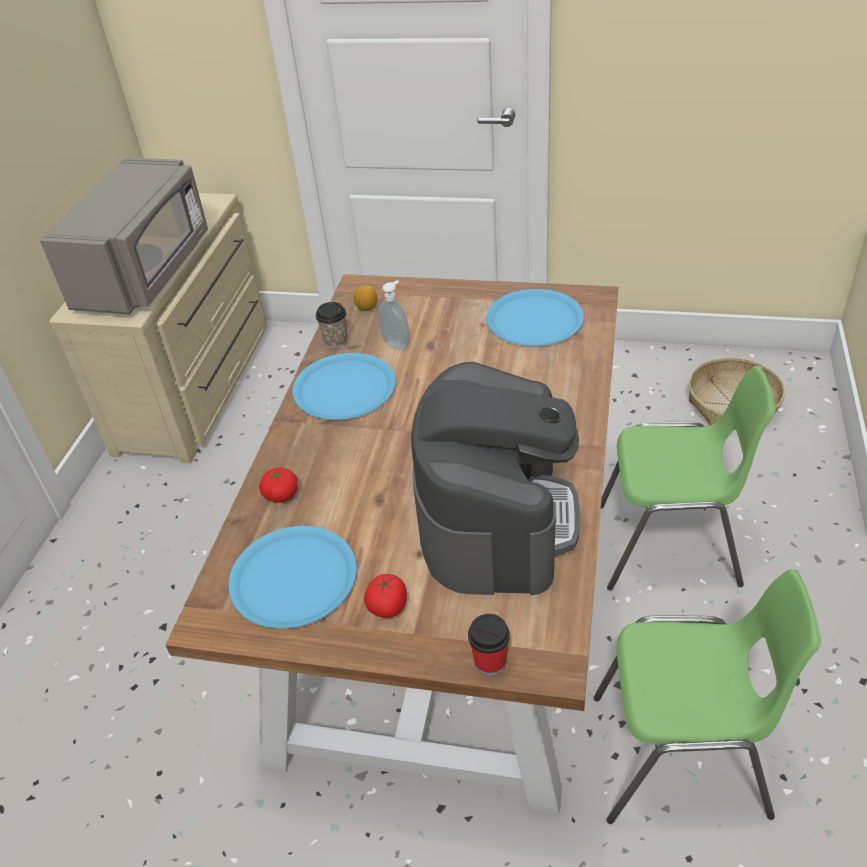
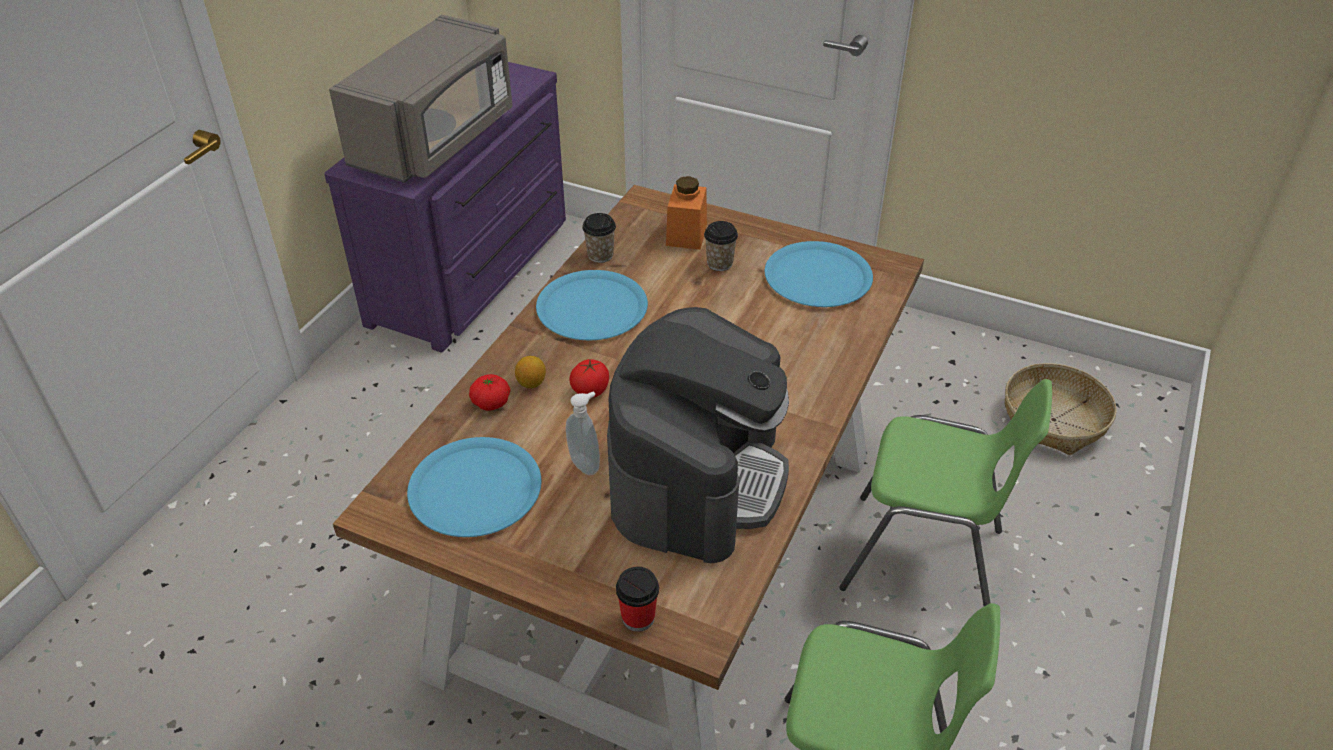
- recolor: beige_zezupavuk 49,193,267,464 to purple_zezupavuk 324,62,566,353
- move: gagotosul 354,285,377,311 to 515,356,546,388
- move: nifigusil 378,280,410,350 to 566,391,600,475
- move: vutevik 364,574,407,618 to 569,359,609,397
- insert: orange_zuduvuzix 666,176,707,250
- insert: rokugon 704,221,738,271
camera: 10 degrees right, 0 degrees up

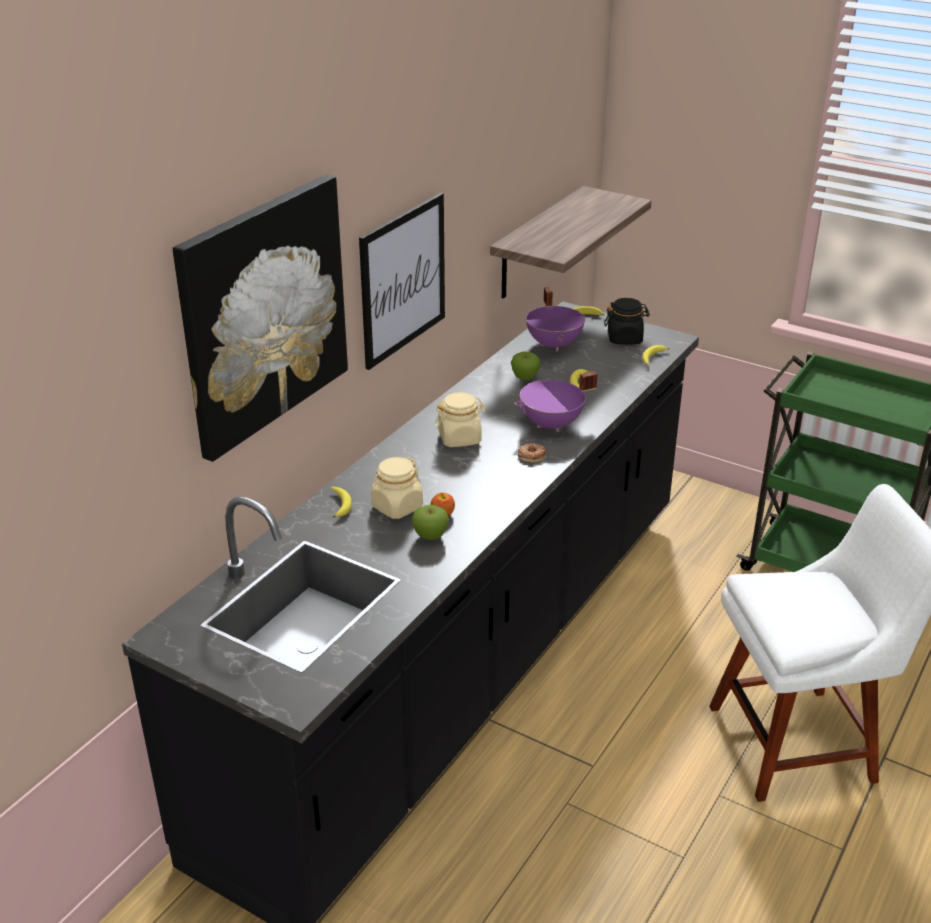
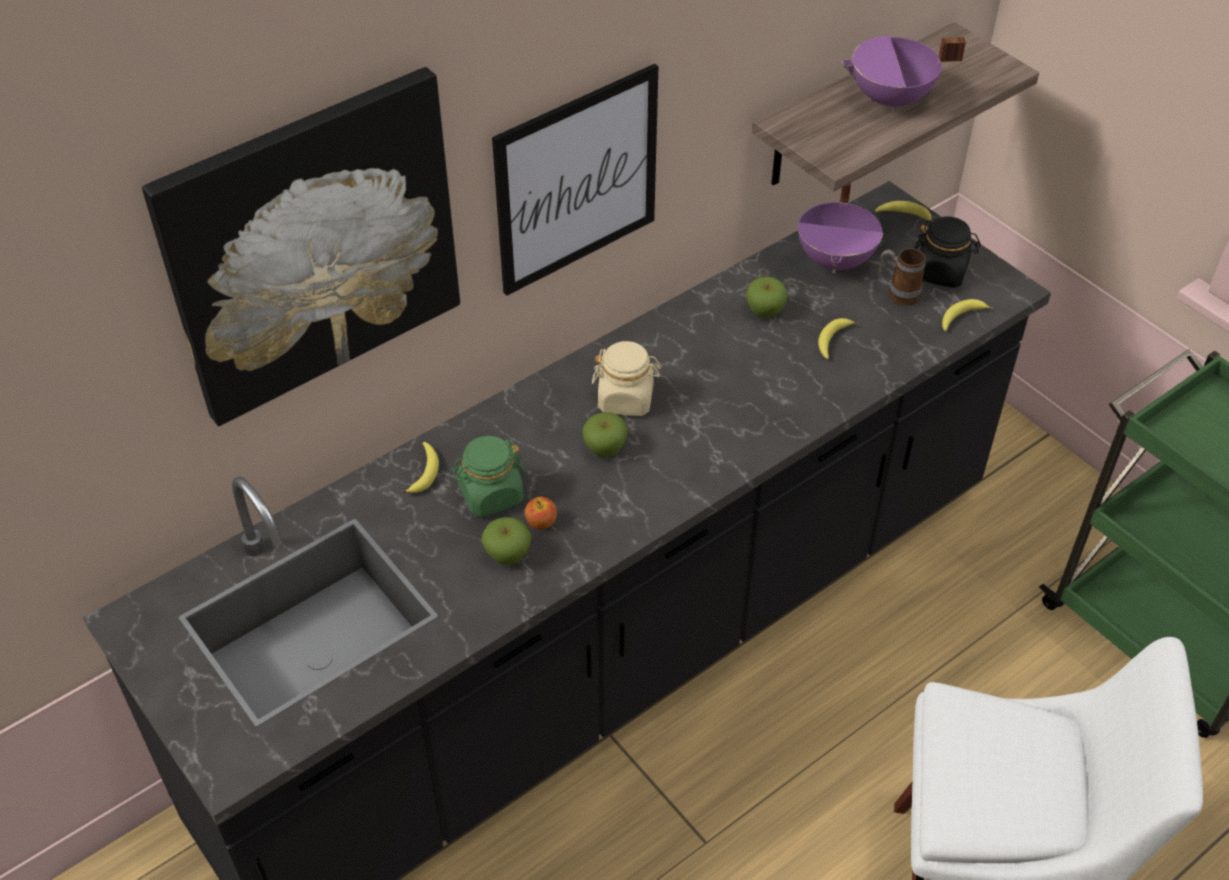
- recolor: beige_zuduvuzix 371,457,423,519 to green_zuduvuzix 451,436,525,517
- insert: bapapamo 582,412,628,457
- move: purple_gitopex 514,371,598,432 to 841,36,966,112
- insert: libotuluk 878,248,926,306
- delete: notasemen 518,443,546,462
camera: 20 degrees right, 15 degrees up

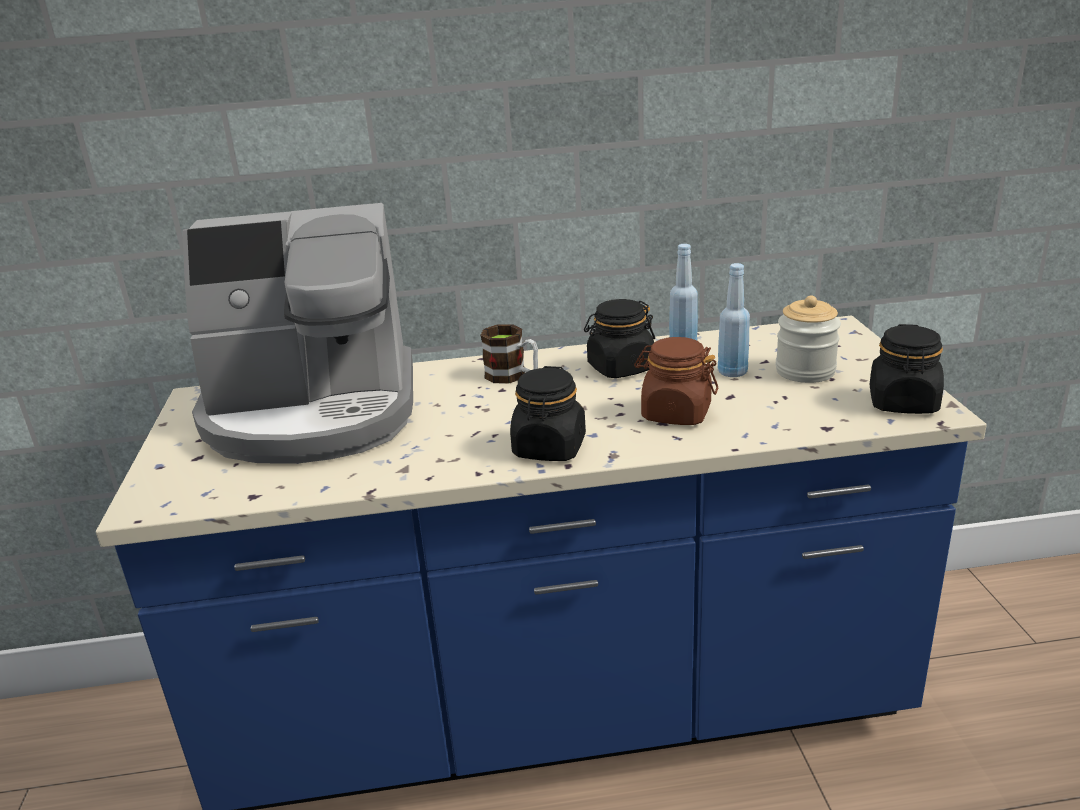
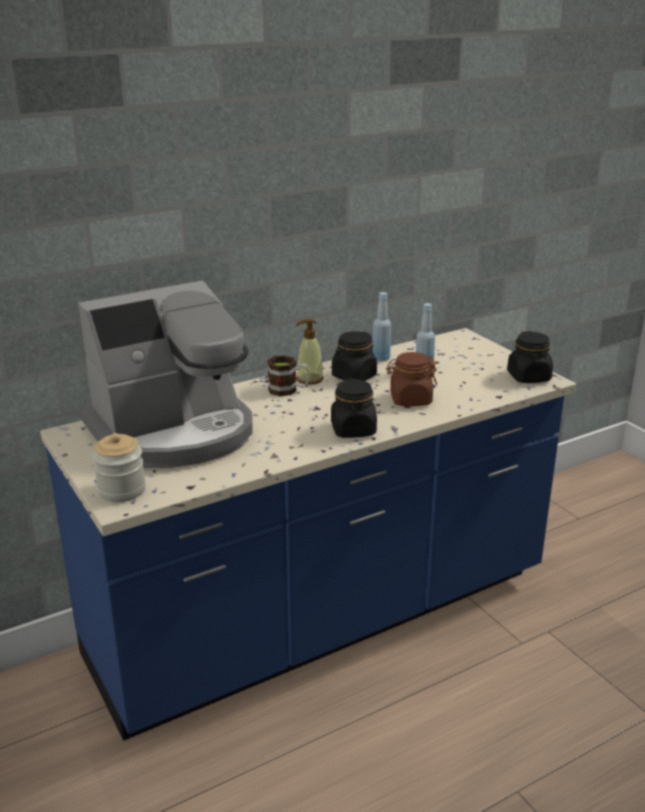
- move: zuduvuzix 776,296,841,383 to 92,433,146,502
- insert: nifigusil 296,319,324,385
camera: 25 degrees left, 0 degrees up

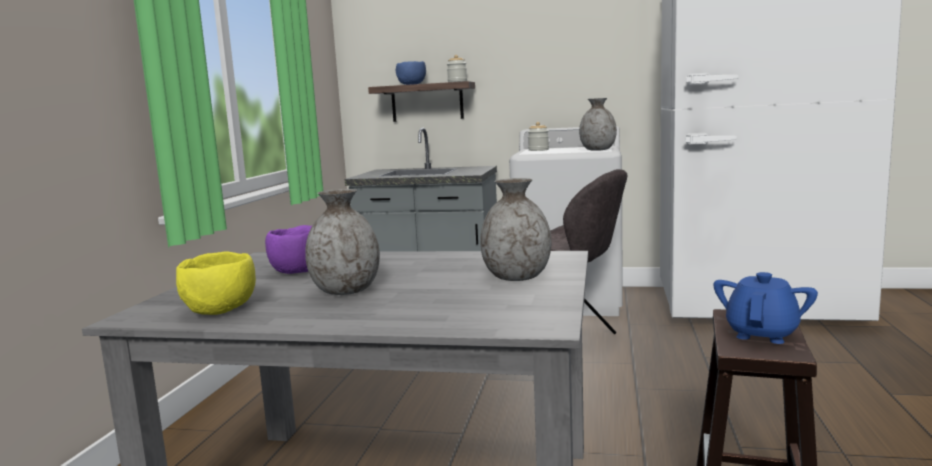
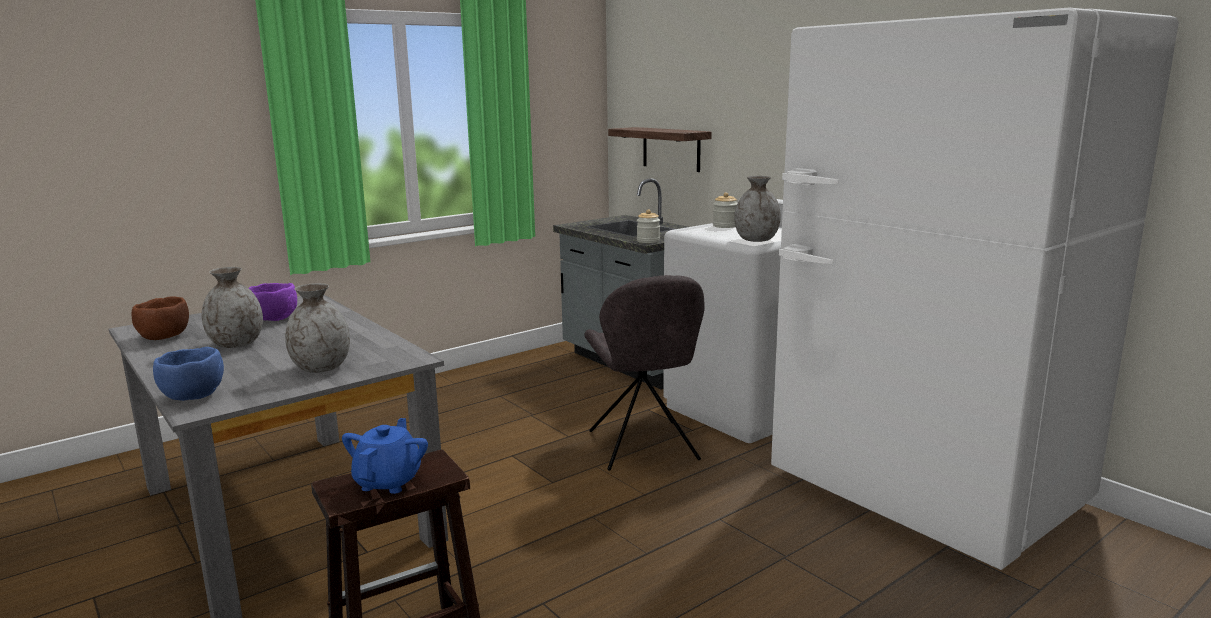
- recolor: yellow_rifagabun 176,251,256,315 to brown_rifagabun 131,296,189,340
- move: blue_rifagabun 396,61,426,85 to 153,347,224,401
- rotate: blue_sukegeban 713,272,818,344 = 342,418,428,494 60 degrees counterclockwise
- move: zuduvuzix 447,55,467,82 to 637,209,660,243
camera: 40 degrees right, 5 degrees up

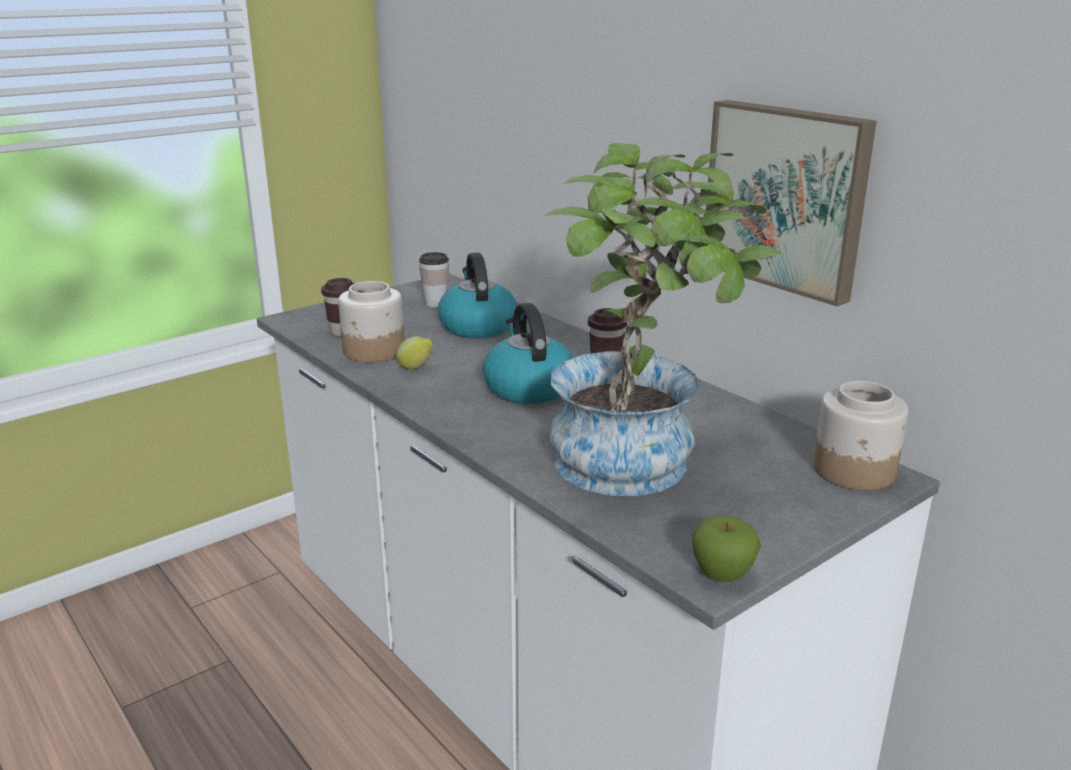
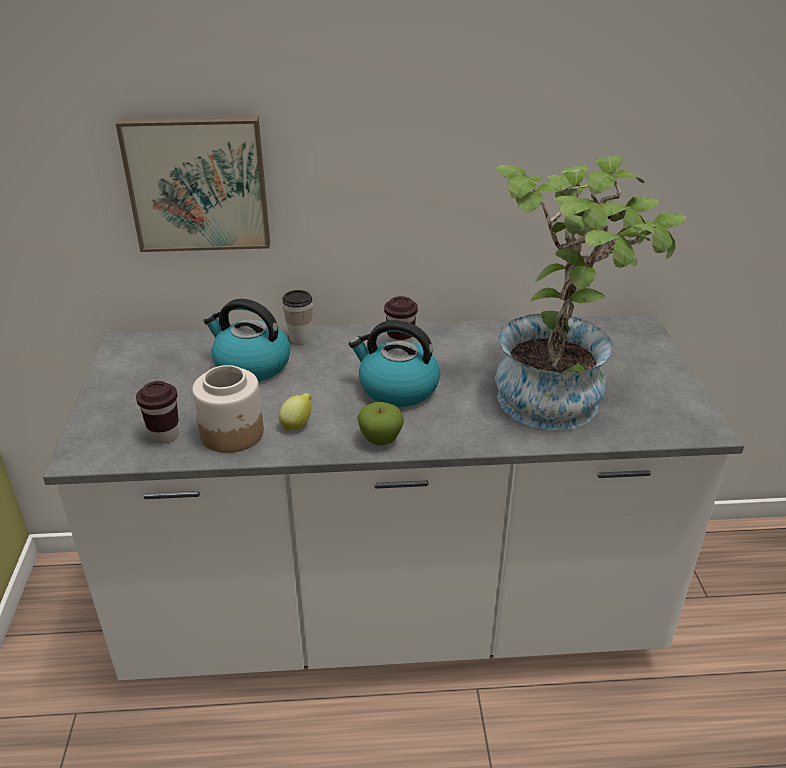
- move: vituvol 706,100,877,306 to 116,116,270,252
- move: rokugon 419,252,449,307 to 282,290,313,345
- move: bapapamo 692,515,761,582 to 357,402,404,446
- delete: zuduvuzix 813,381,908,490
camera: 55 degrees left, 10 degrees up

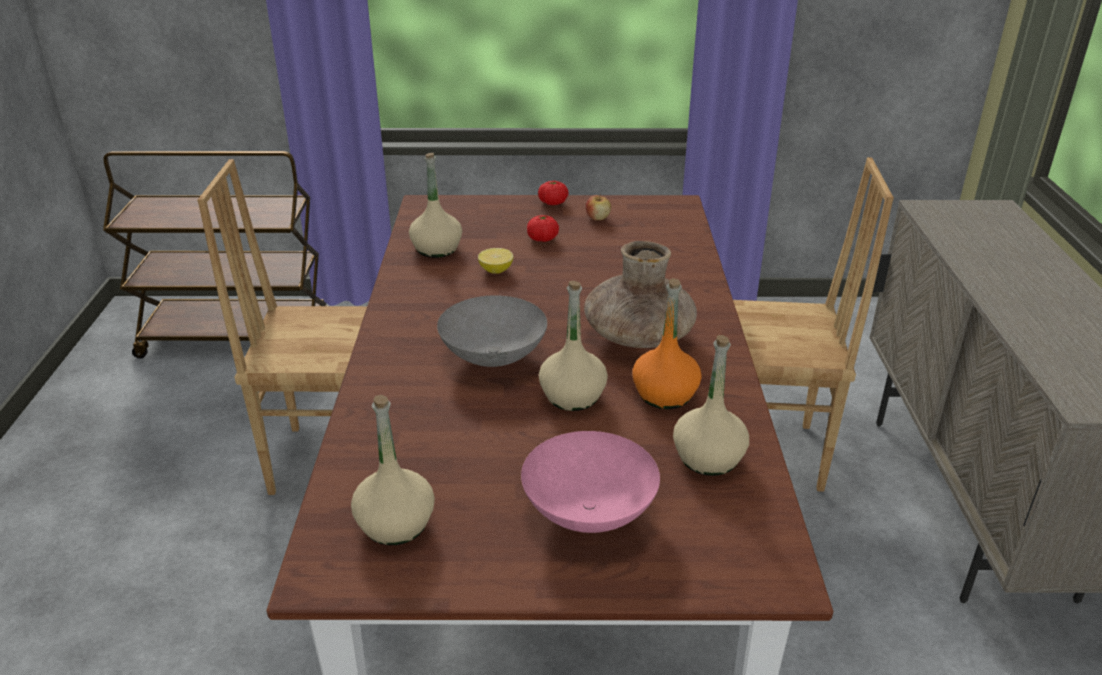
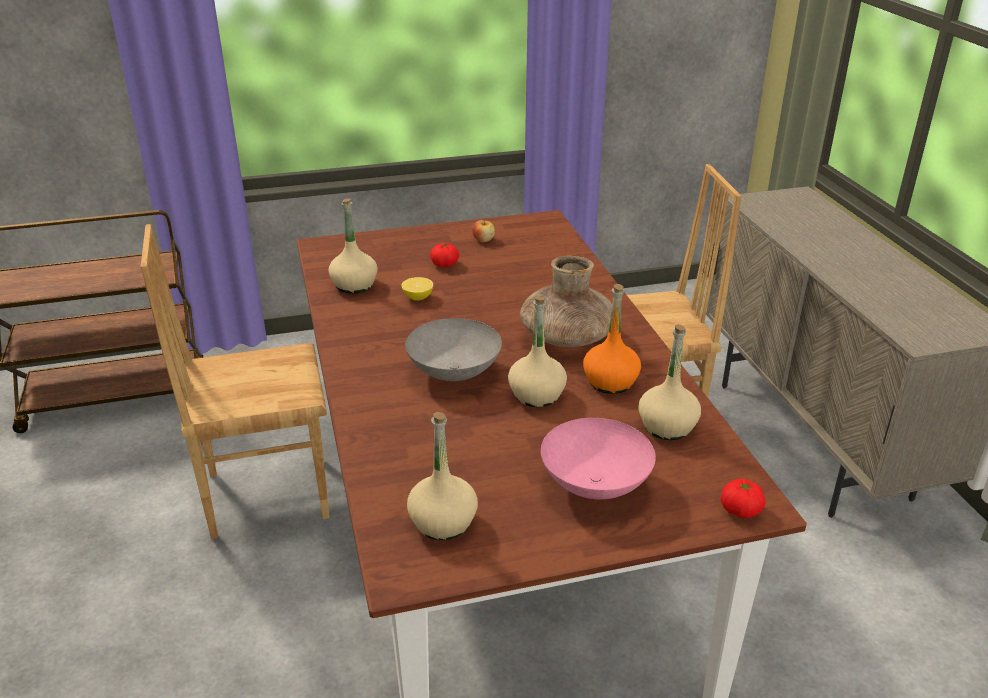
- move: vutevik 538,181,569,205 to 721,479,766,518
camera: 15 degrees left, 0 degrees up

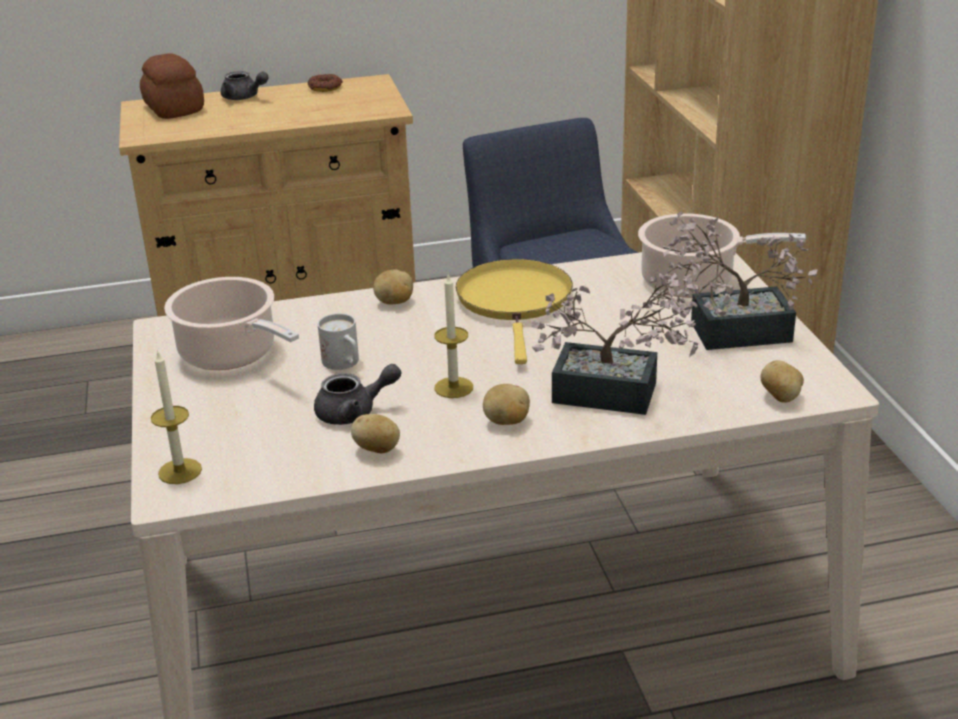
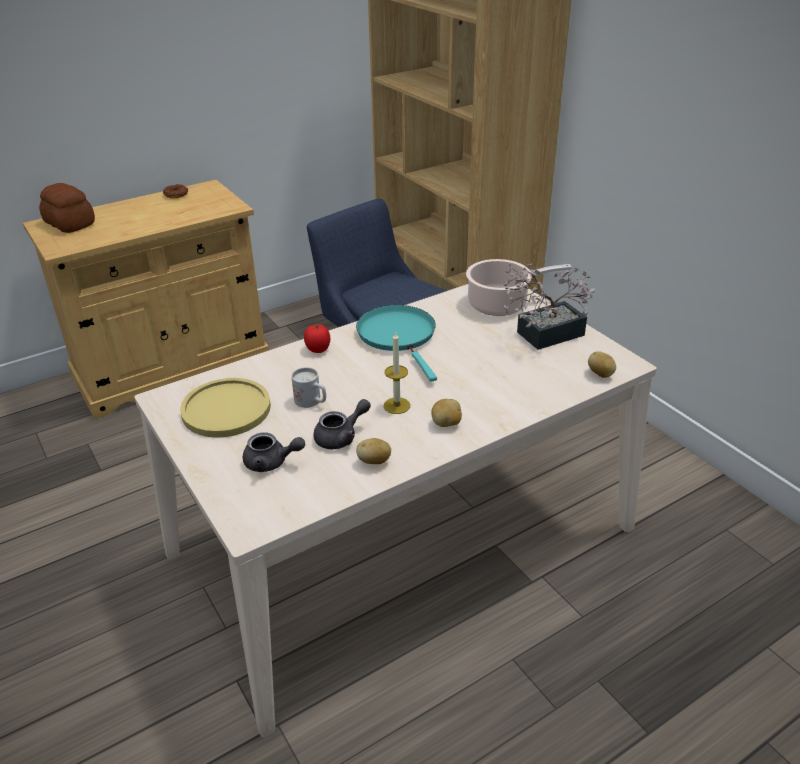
- replace: gitopex 164,277,299,370 to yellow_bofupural 180,378,271,438
- move: grey_sukegeban 221,71,269,100 to 243,432,305,472
- replace: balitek 373,269,413,305 to vutevik 304,324,330,353
- recolor: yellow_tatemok 455,259,573,364 to turquoise_tatemok 356,305,437,382
- delete: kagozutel 151,350,202,484
- delete: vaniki 531,273,698,415
camera: 20 degrees left, 5 degrees up

